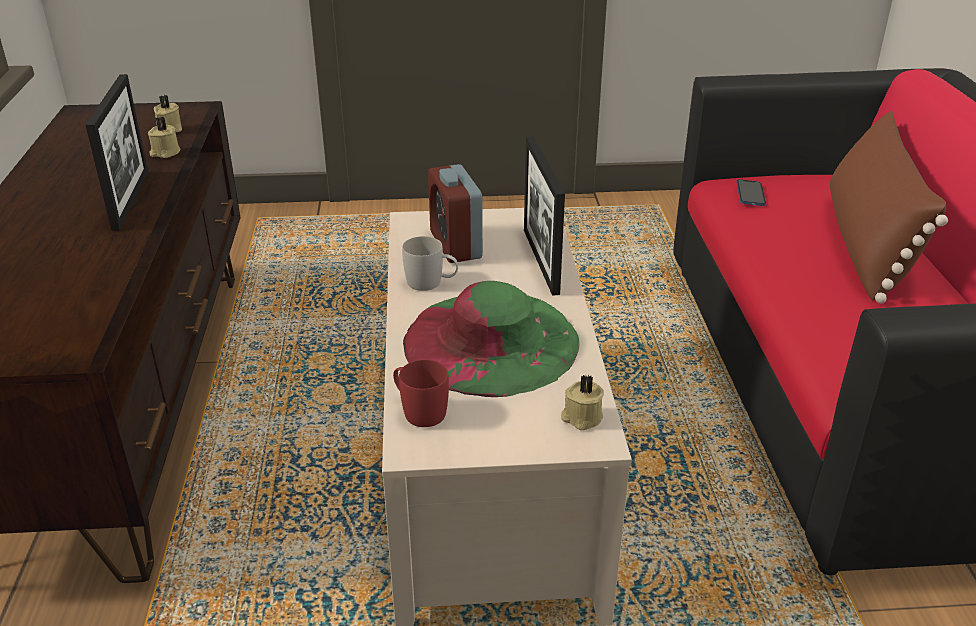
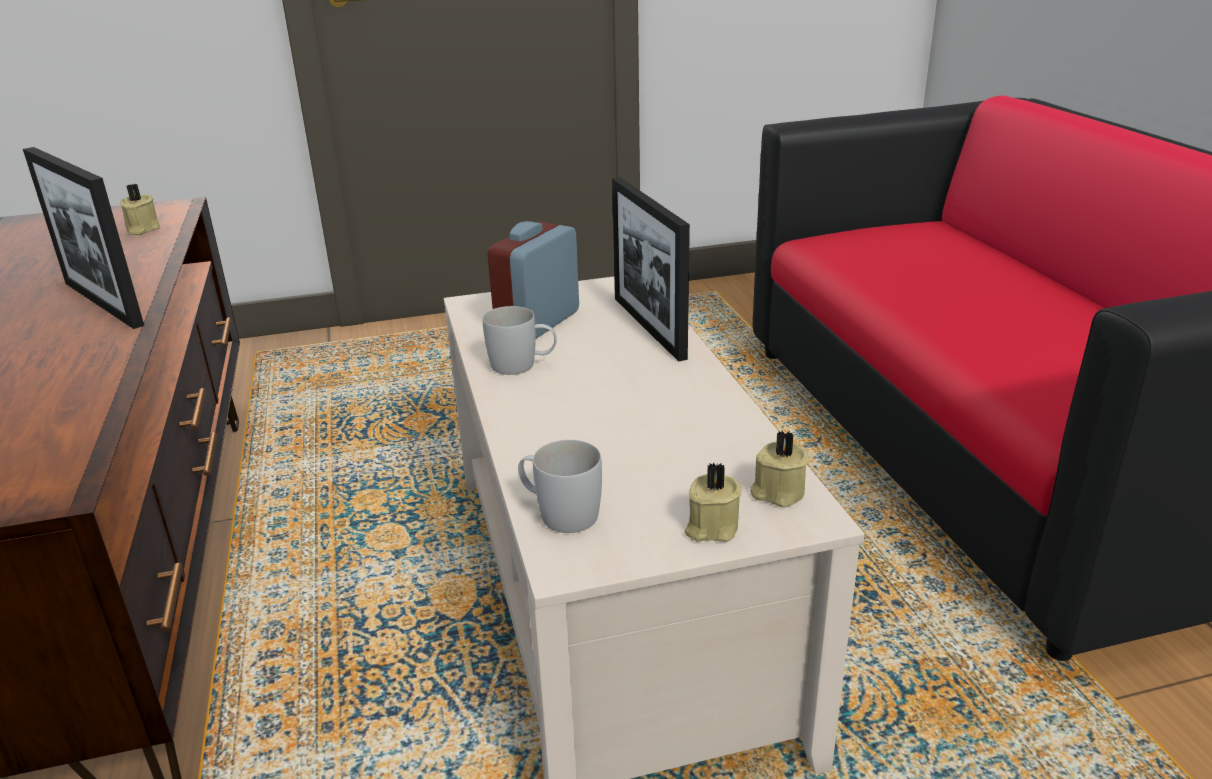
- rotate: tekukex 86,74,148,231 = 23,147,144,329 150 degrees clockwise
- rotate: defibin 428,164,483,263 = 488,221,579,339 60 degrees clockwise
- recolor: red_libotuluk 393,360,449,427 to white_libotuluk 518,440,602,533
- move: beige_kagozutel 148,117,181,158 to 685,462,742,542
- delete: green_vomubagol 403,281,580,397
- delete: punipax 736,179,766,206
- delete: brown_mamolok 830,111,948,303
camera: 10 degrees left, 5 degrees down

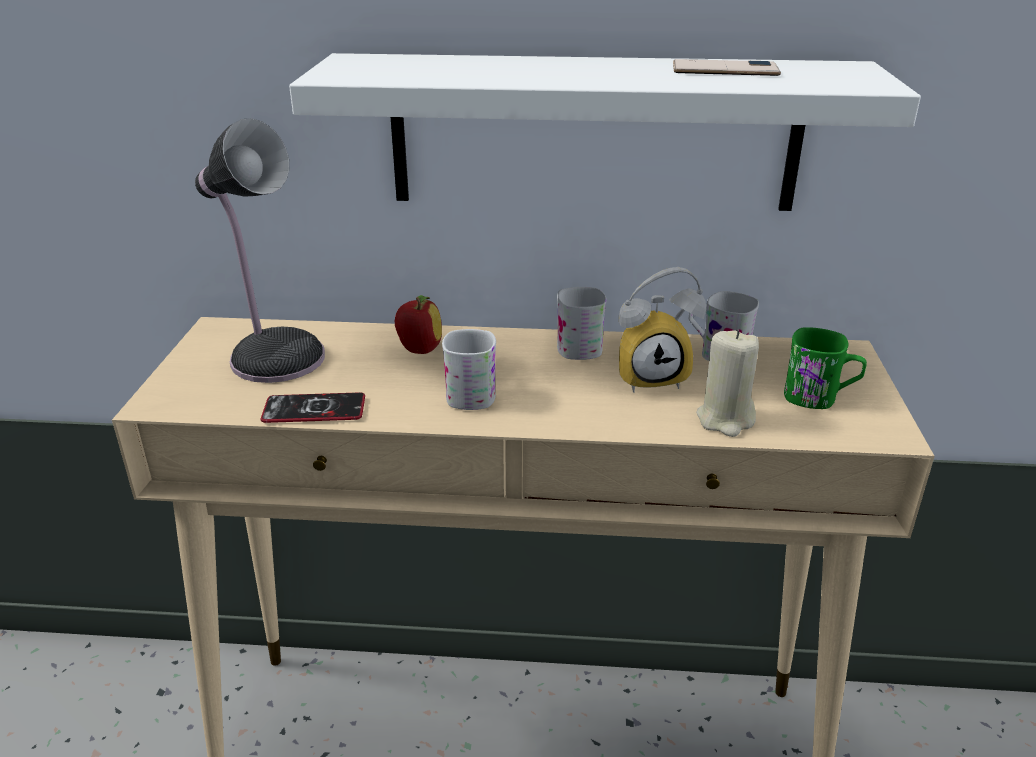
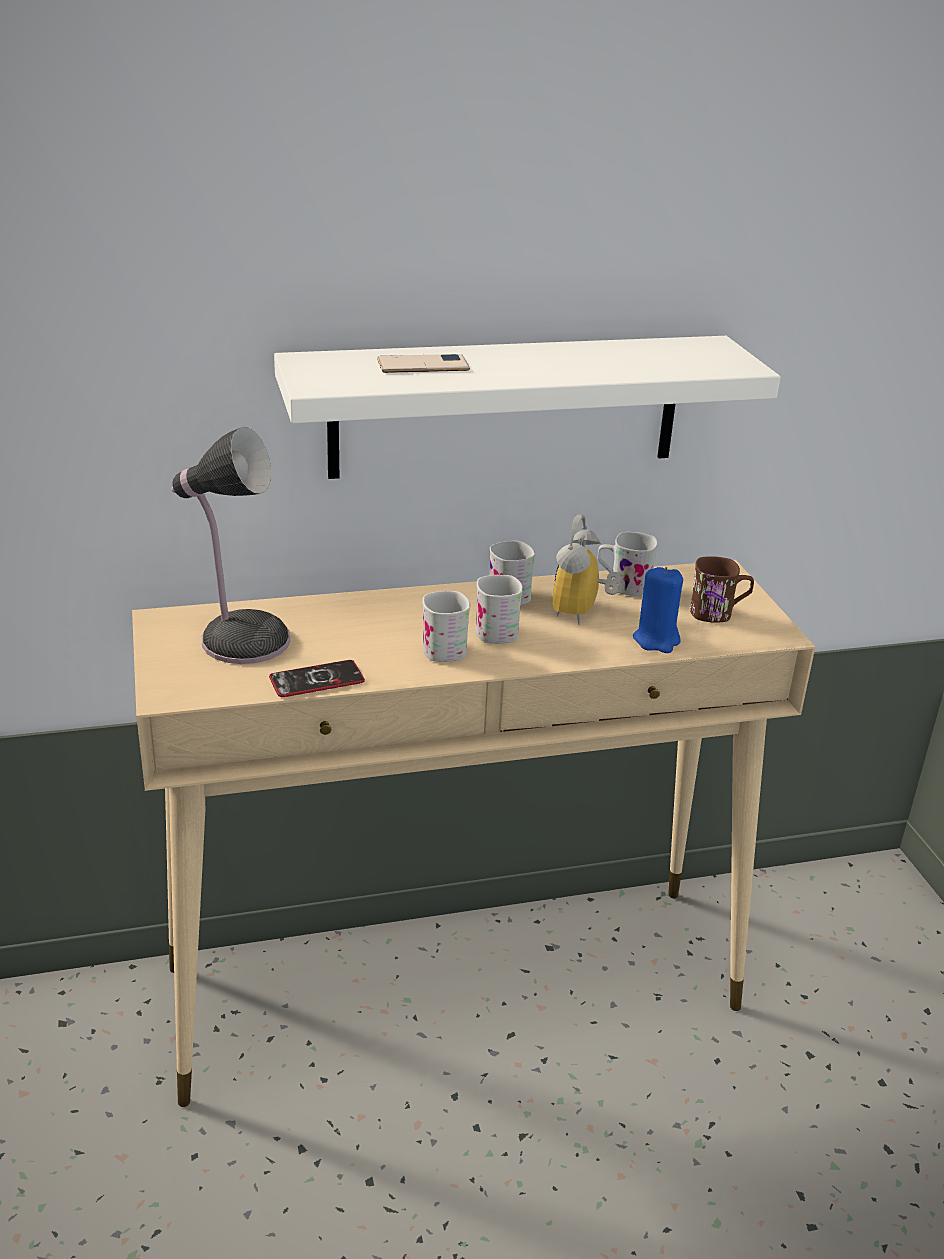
- move: punipax 673,59,781,76 to 377,354,470,373
- insert: white_libotuluk 476,575,523,644
- rotate: defibin 619,267,706,393 = 553,515,621,625 135 degrees clockwise
- recolor: beige_kagozutel 696,330,759,437 to blue_kagozutel 633,567,683,653
- recolor: green_libotuluk 784,327,867,409 to brown_libotuluk 690,556,754,623
- delete: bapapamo 395,295,442,354
camera: 20 degrees left, 0 degrees up

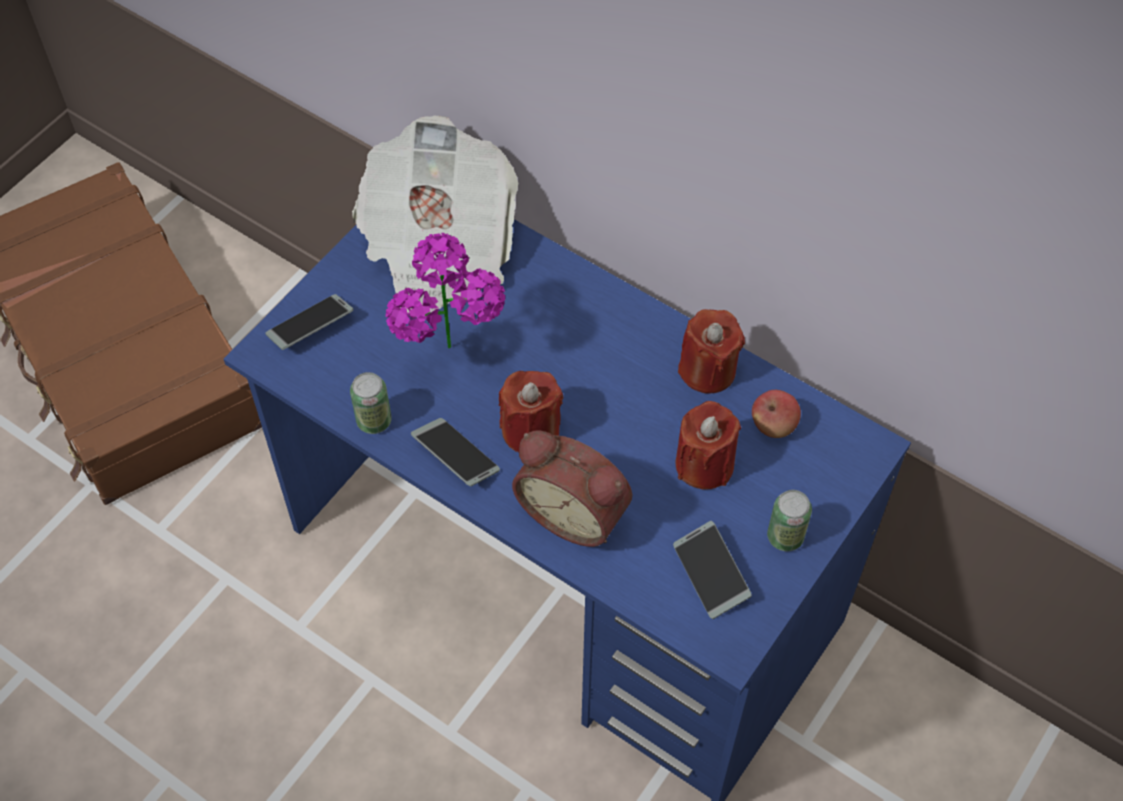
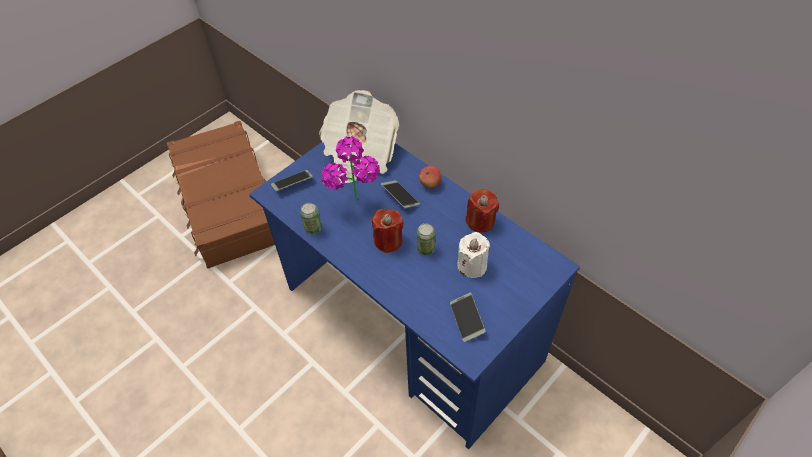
- move: punipax 411,418,500,486 to 381,180,420,209
- move: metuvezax 767,490,812,552 to 417,223,435,256
- move: bapapamo 752,390,801,438 to 419,166,442,189
- recolor: red_kagozutel 675,401,741,490 to white_kagozutel 457,232,490,278
- delete: defibin 512,431,632,547
camera: 10 degrees right, 5 degrees down

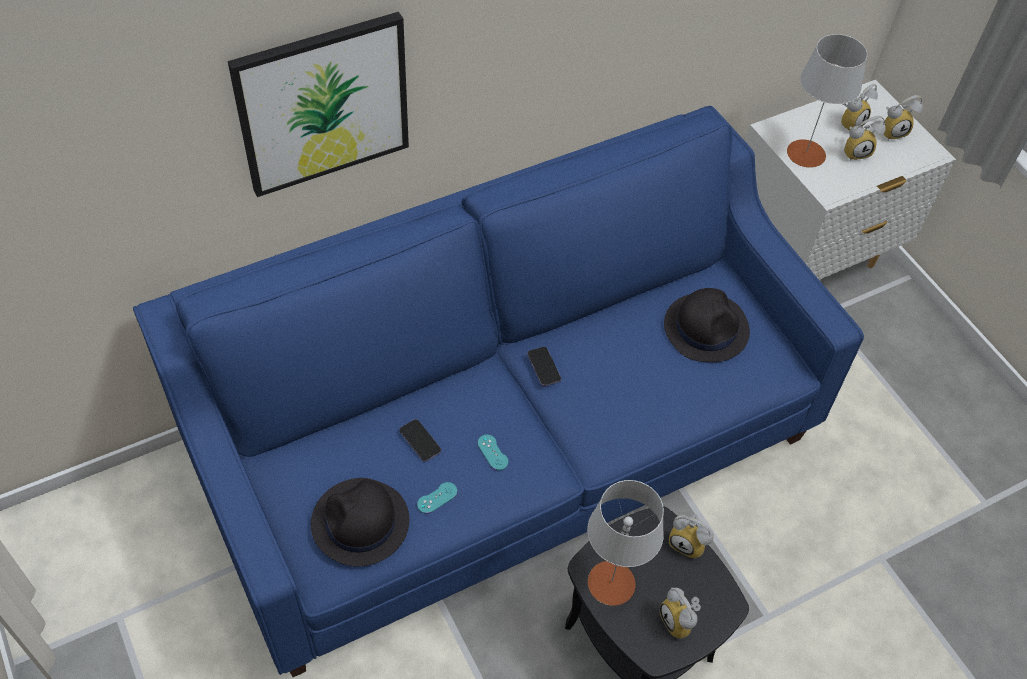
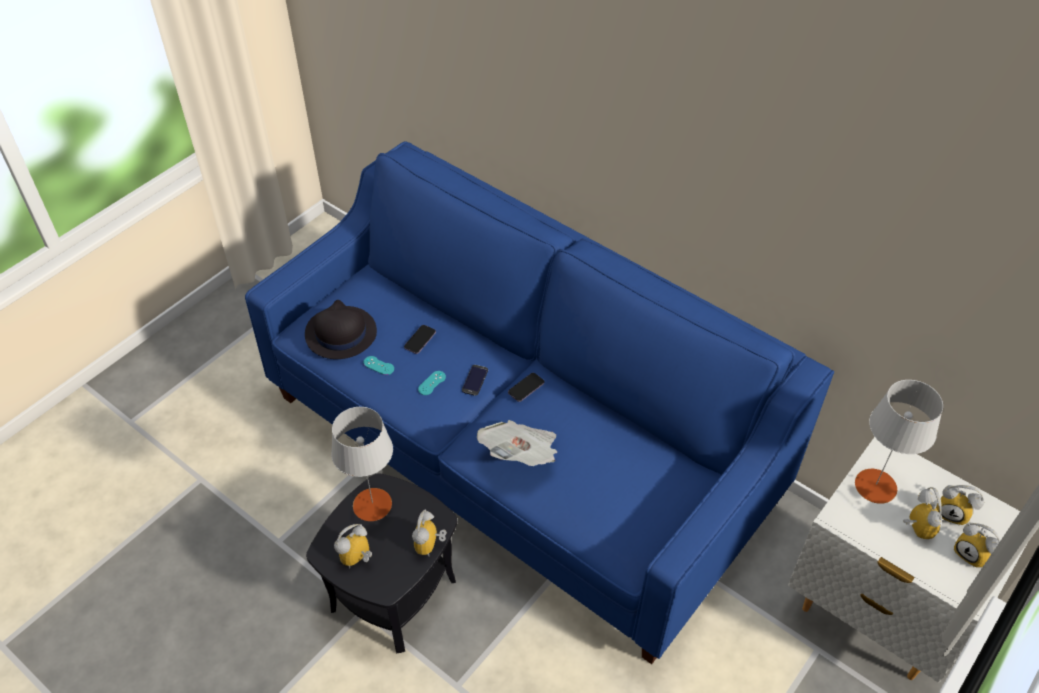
- insert: punipax 462,365,488,396
- insert: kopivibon 477,420,557,466
- rotate: defibin 844,116,886,161 = 903,487,942,539 150 degrees counterclockwise
- delete: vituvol 228,12,409,197
- delete: black_vomubagol 664,288,750,362
camera: 70 degrees right, 5 degrees down

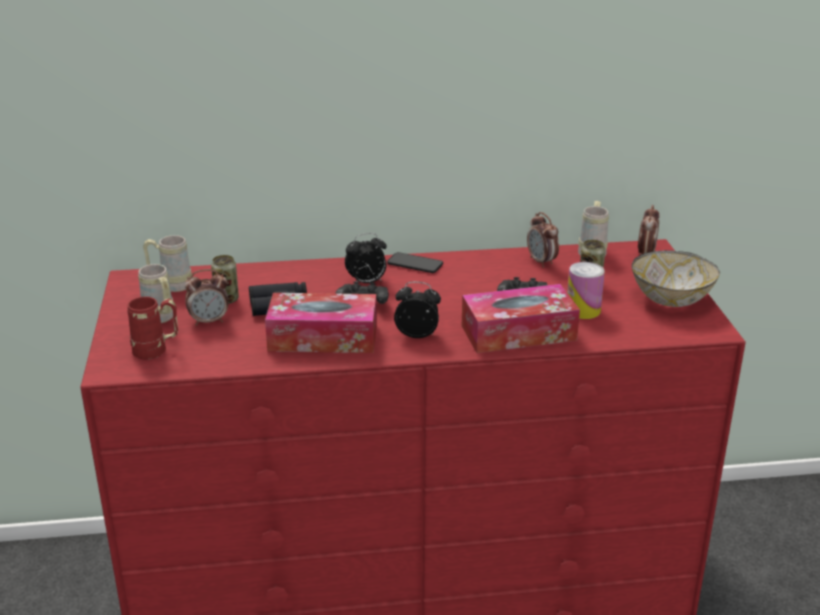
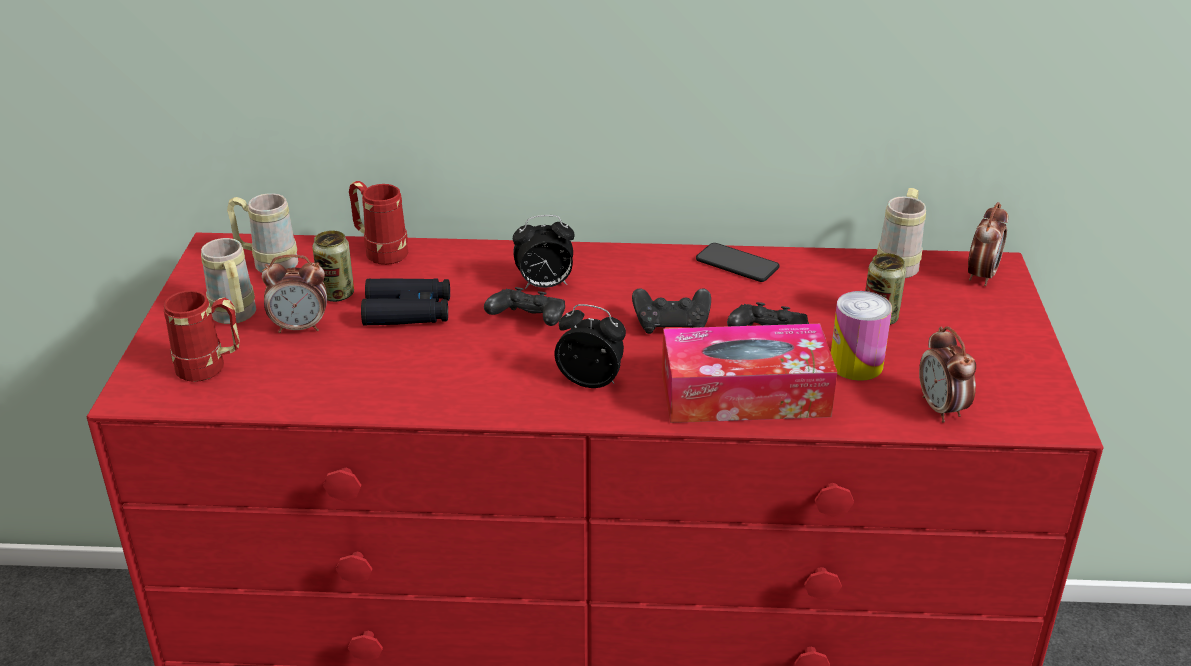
- insert: red_libotuluk 349,181,408,265
- insert: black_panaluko 632,288,711,334
- move: punipax 387,252,443,273 to 696,243,780,282
- move: defibin 527,212,559,268 to 919,326,976,423
- delete: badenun 265,293,377,353
- delete: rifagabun 632,250,720,307
camera: 10 degrees right, 5 degrees up

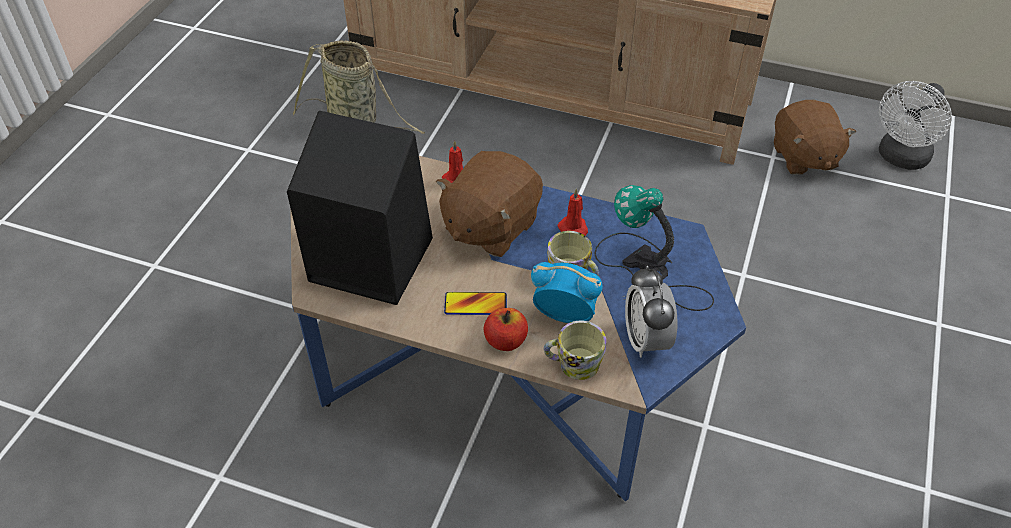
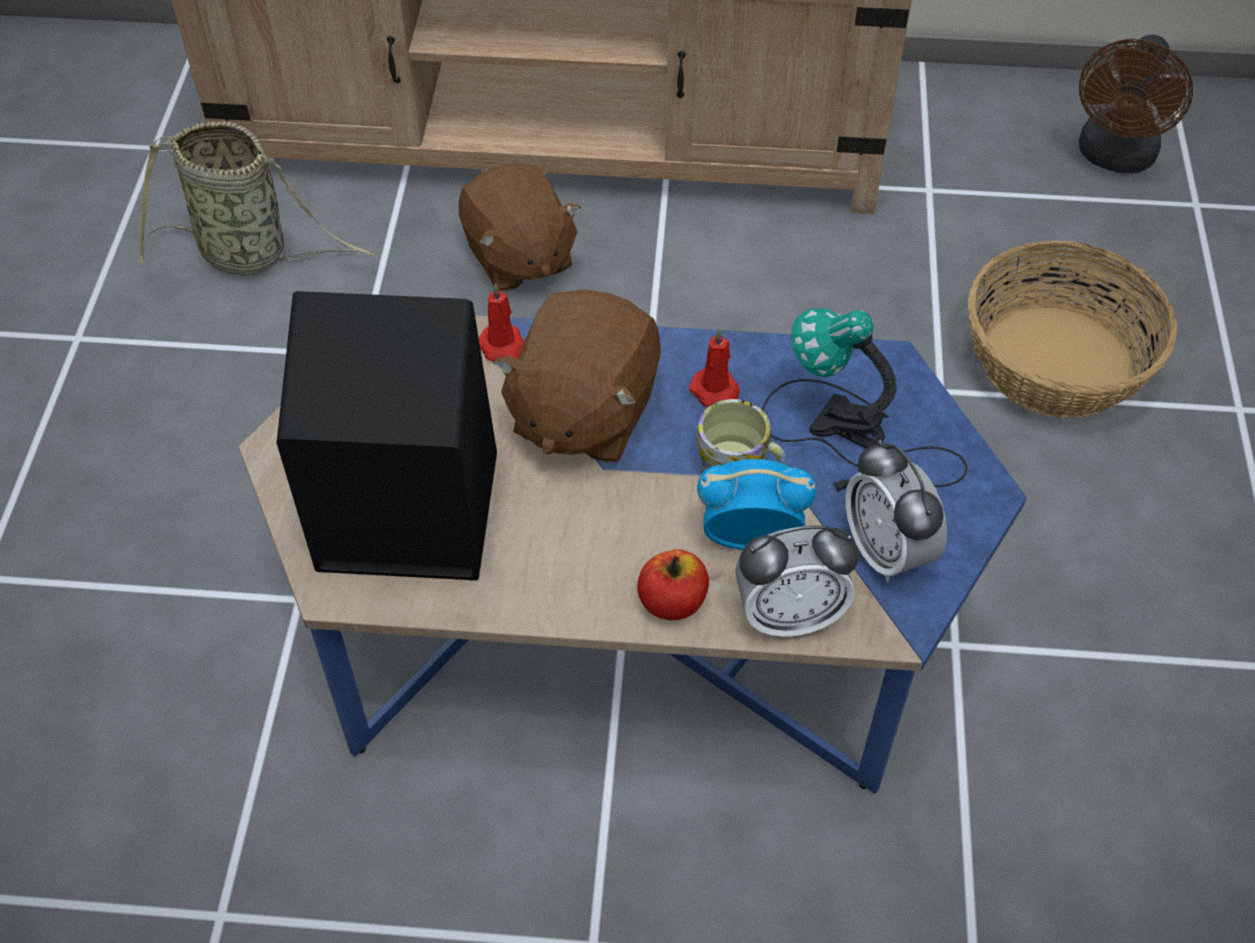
- move: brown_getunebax 774,100,856,175 to 459,163,581,292
- replace: libotuluk 544,321,606,380 to defibin 735,525,859,637
- insert: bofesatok 968,240,1177,418
- recolor: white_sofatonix 879,81,952,170 to brown_sofatonix 1079,35,1193,173
- delete: punipax 444,292,507,315
camera: 15 degrees left, 5 degrees up

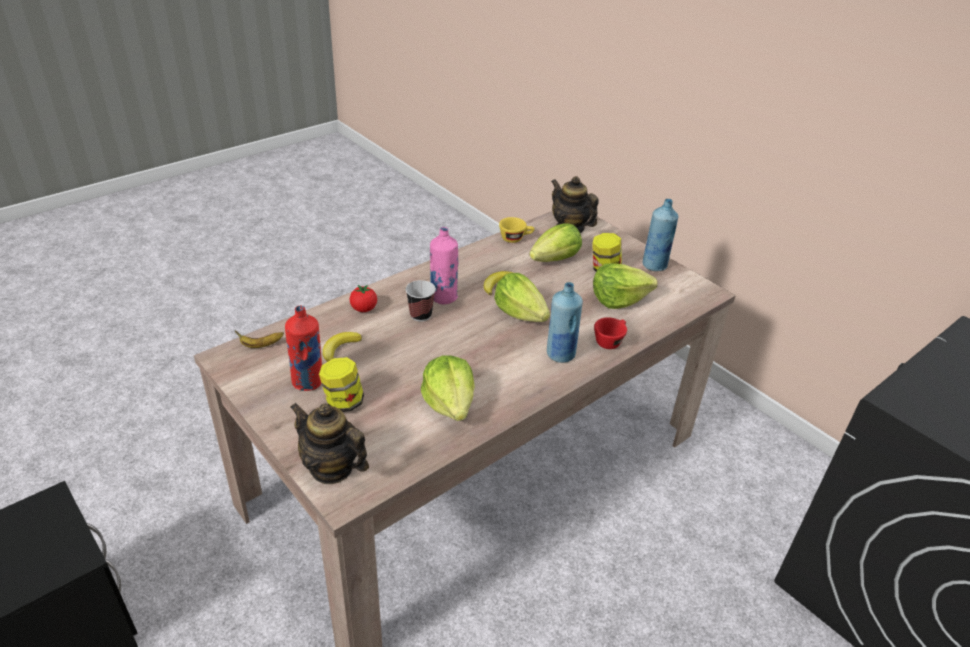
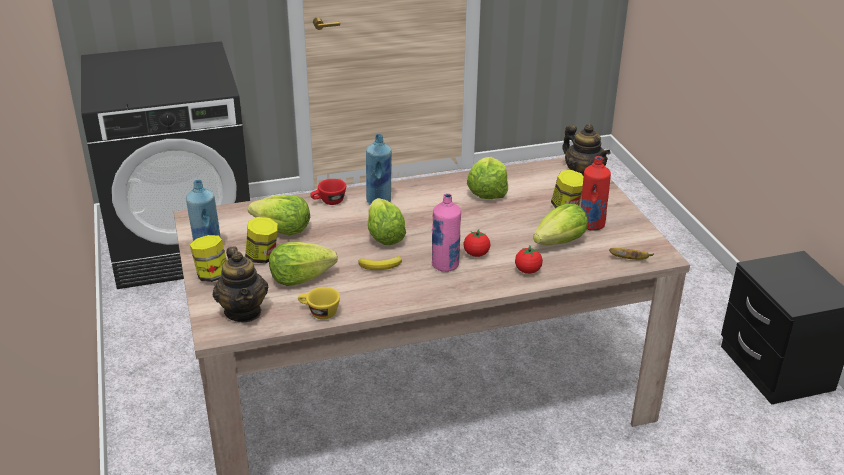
- insert: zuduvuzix 190,235,227,282
- replace: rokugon 406,280,436,322 to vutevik 464,230,490,257
- replace: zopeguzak 323,332,362,362 to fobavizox 533,204,588,245
camera: 155 degrees left, 5 degrees down

